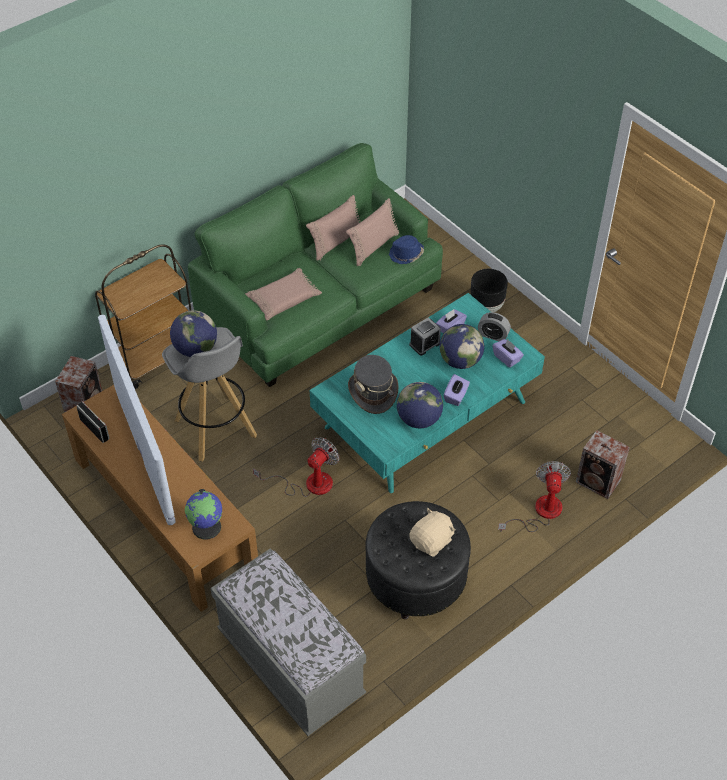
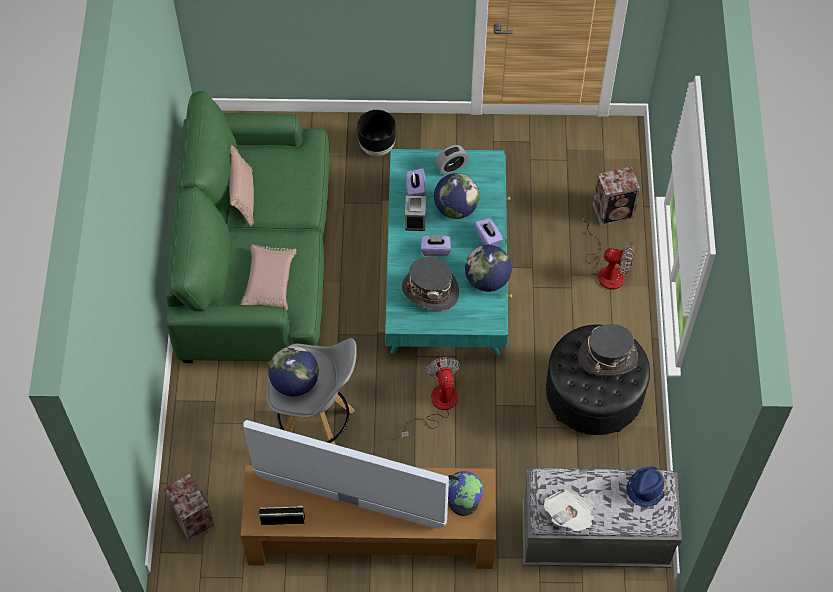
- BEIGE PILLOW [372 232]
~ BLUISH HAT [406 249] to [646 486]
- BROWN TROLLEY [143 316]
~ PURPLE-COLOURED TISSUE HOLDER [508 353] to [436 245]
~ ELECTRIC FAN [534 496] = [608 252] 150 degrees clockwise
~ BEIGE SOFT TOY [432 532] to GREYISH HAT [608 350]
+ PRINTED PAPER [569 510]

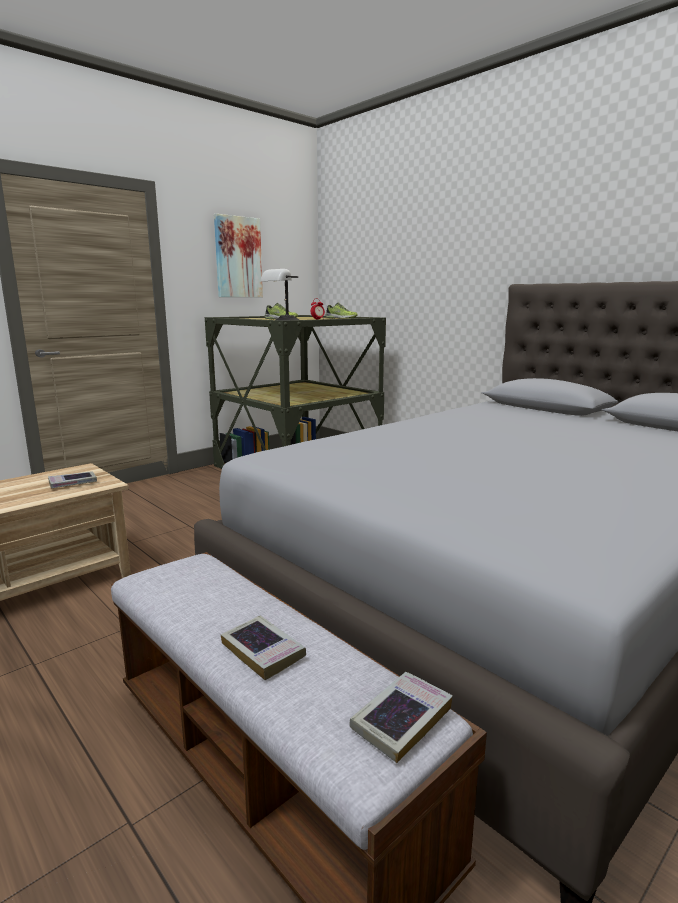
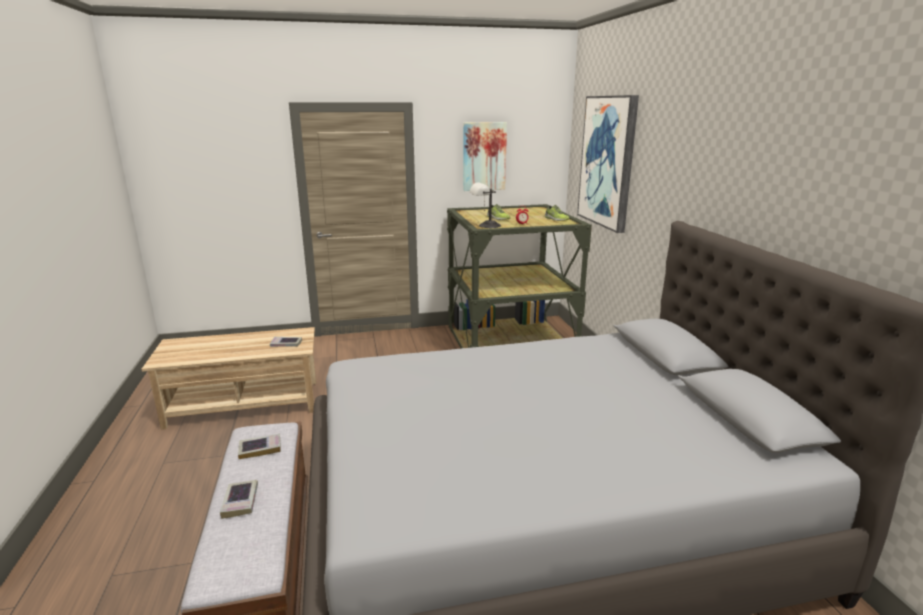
~ VOLUME [401 717] to [259 446]
+ PICTURE [608 164]

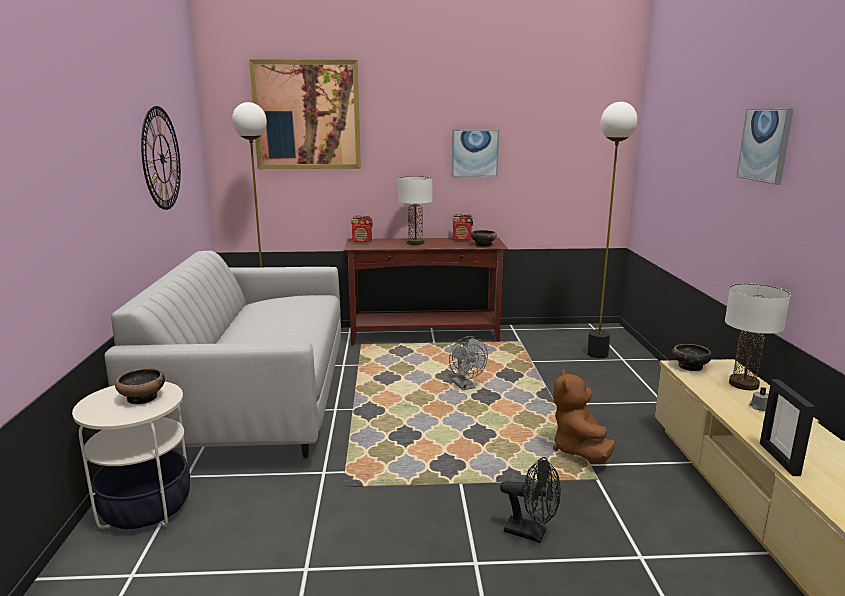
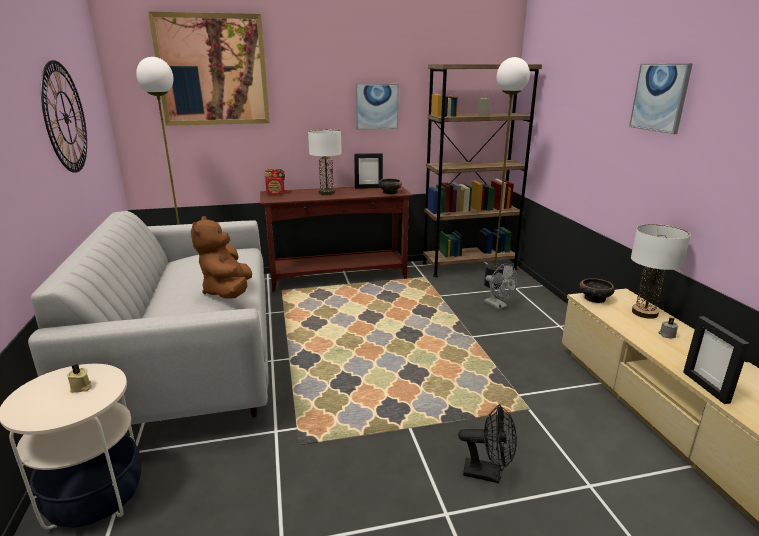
~ RADIO [462 226] to PHOTO FRAME [368 171]
~ GREYISH ELECTRIC FAN [468 363] to [501 287]
~ SERVING BOWL [140 386] to BEIGE CANDLE [79 378]
~ BROWN SOFT TOY [584 416] to [221 257]
+ BROWN SHELVING UNIT [482 170]

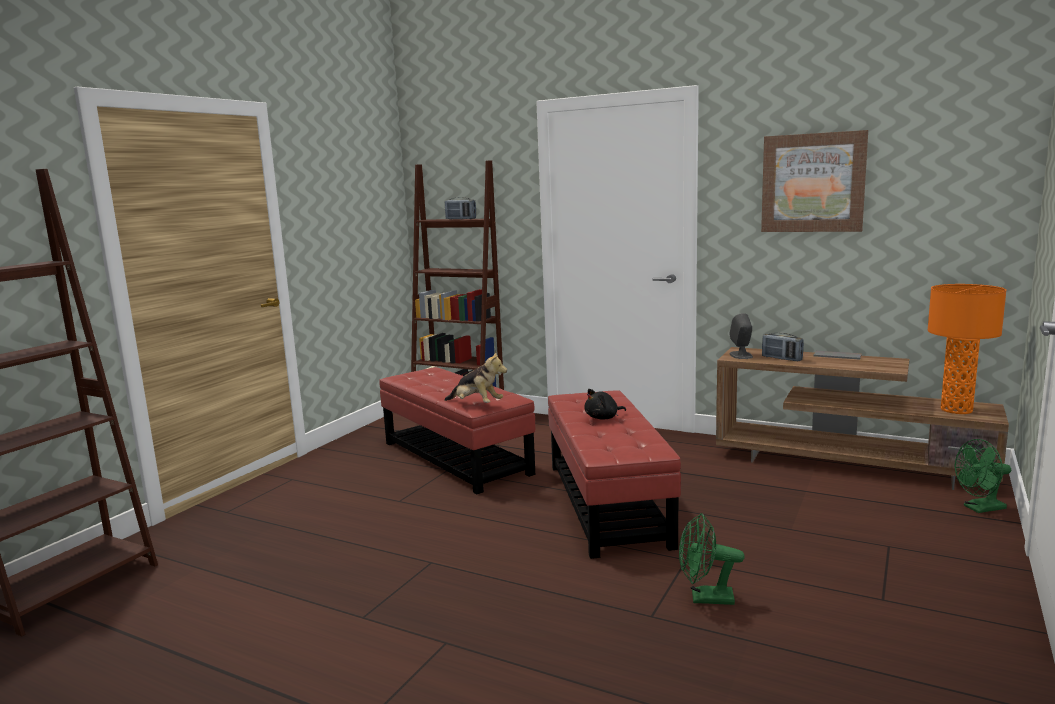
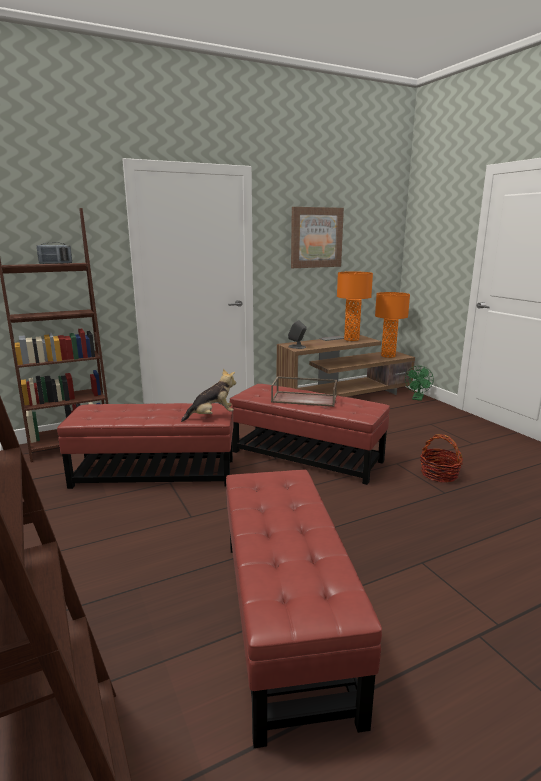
- RADIO [783 347]
~ BLACK-COLOURED SOFT TOY [605 404] to BROWN CARRYING TRAY [304 391]
~ GREEN-COLOURED ELECTRIC FAN [712 559] to HOUSEHOLD BASKET [441 458]
+ ORANGE TABLETOP LAMP [355 306]
+ RED POUFFE [304 609]

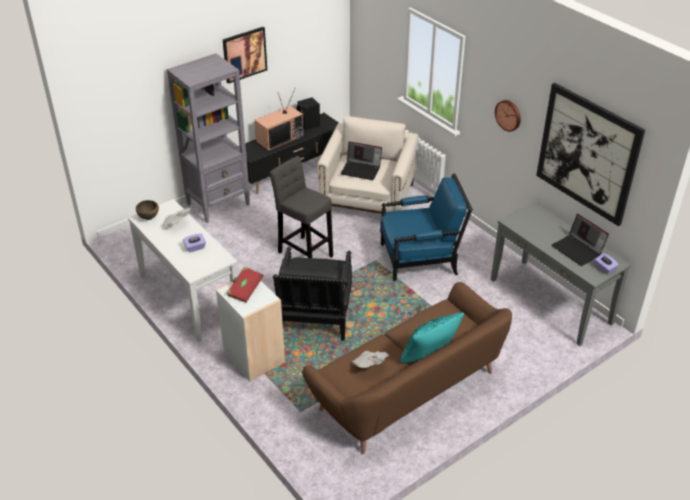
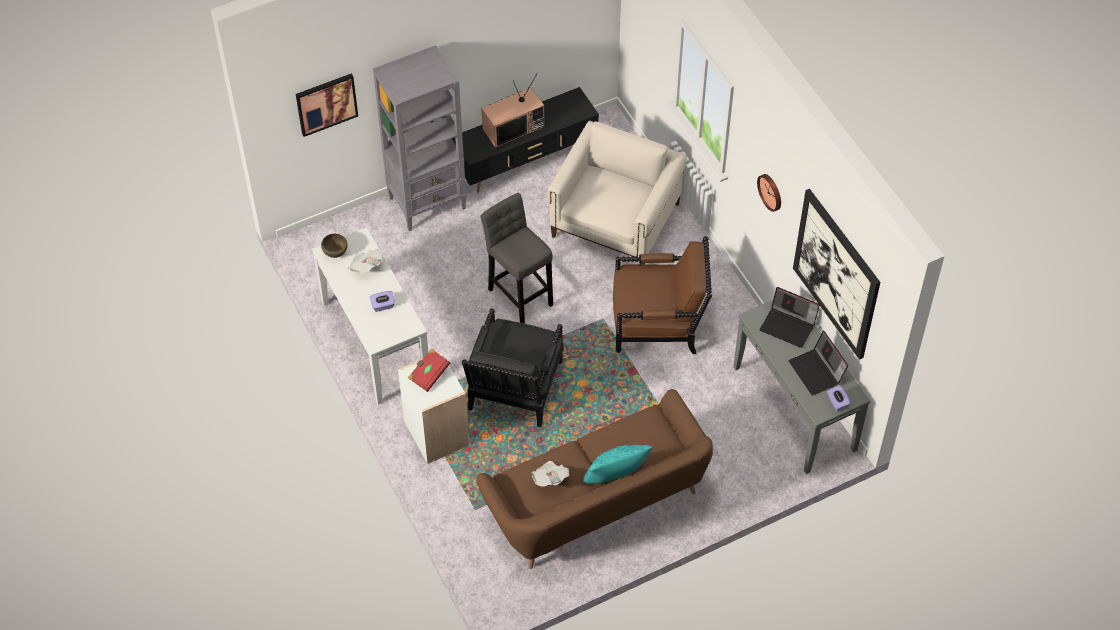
~ PICTURE [245 55] to [327 105]
- BLACK-COLOURED LOUDSPEAKER [308 113]
~ PORTABLE COMPUTER [361 161] to [790 317]
~ BLUISH ARMCHAIR [426 227] to BROWN ARMCHAIR [662 295]

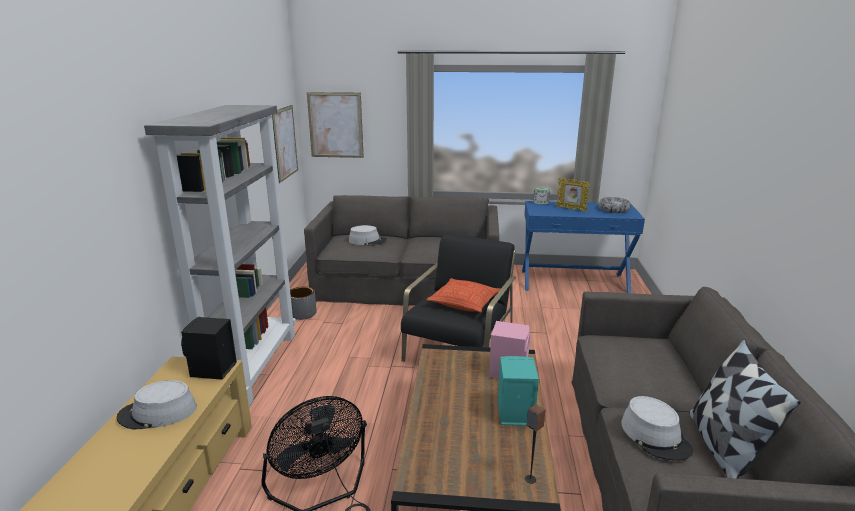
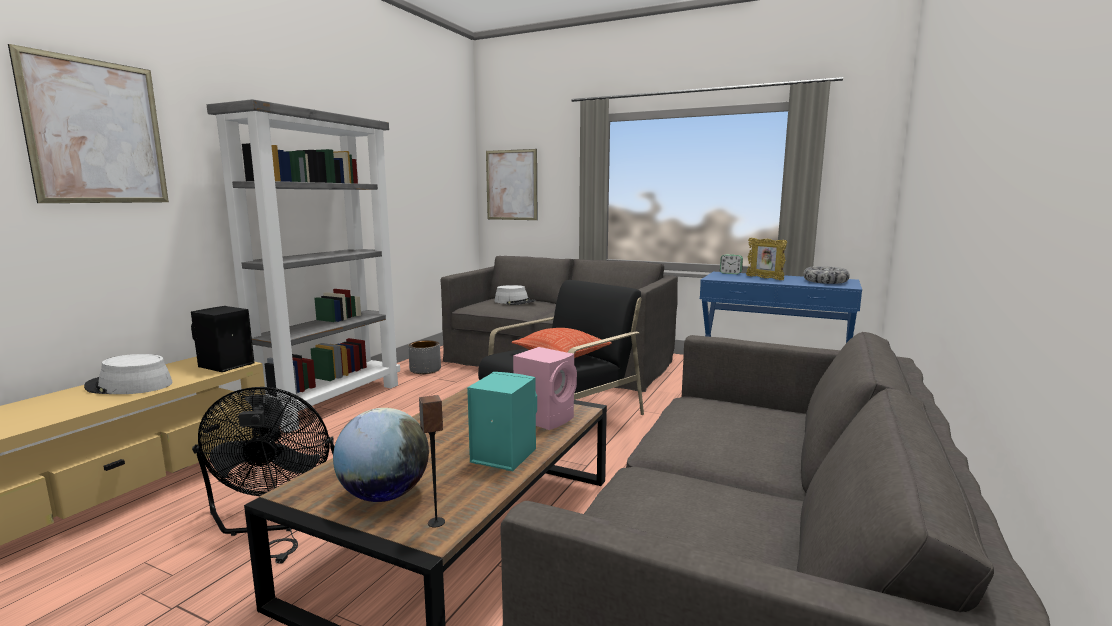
~ PICTURE [285 144] to [88 123]
- PILLOW [745 409]
- GREYISH HAT [657 428]
+ WORLD GLOBE [381 455]

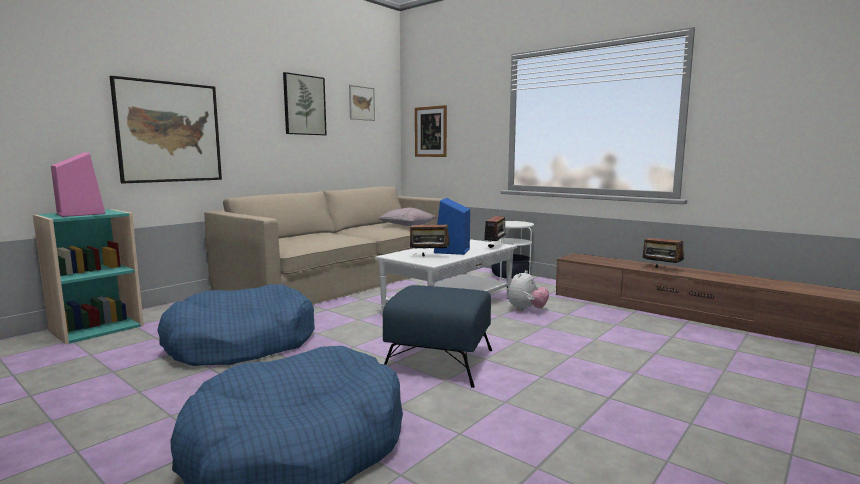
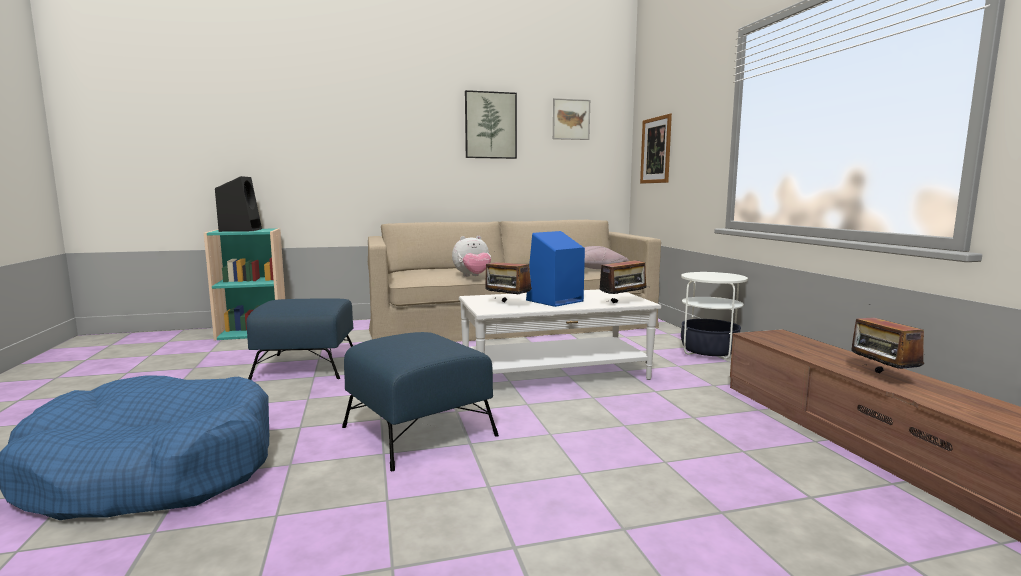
- PICTURE [166 129]
~ PINK LOUDSPEAKER [78 185] to BLACK-COLOURED LOUDSPEAKER [238 204]
~ SOFT TOY [528 290] to [471 256]
~ BLUISH PET BED [236 325] to BLUISH POUFFE [299 339]

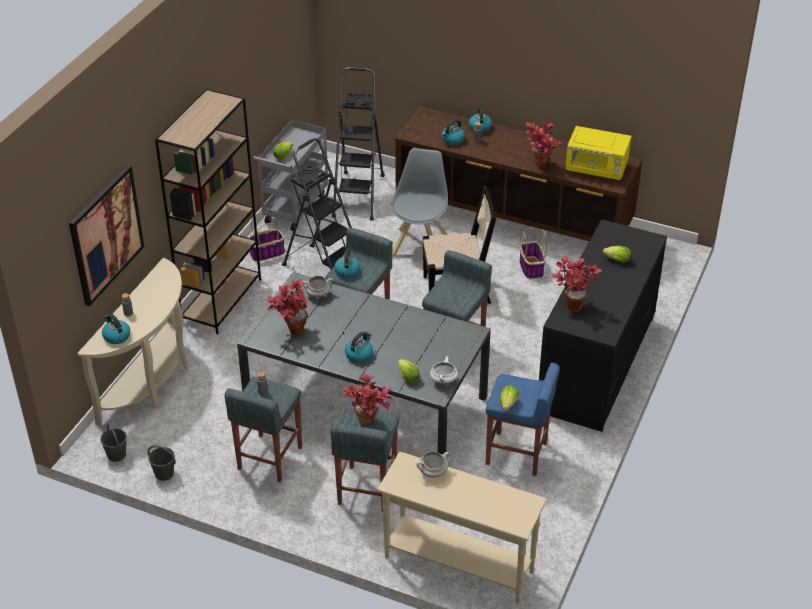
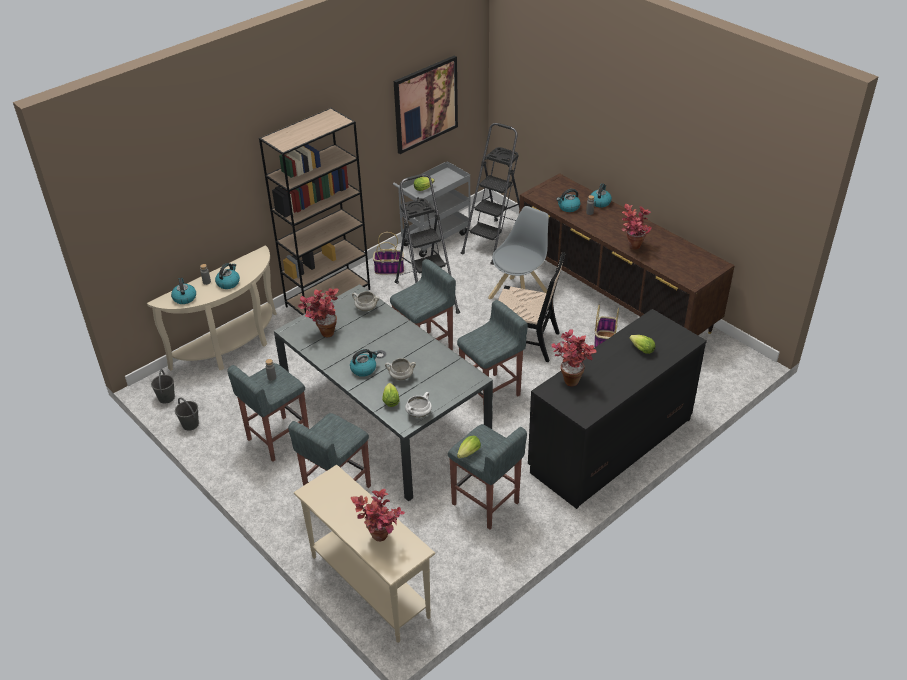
- YELLOW KITCHEN MICROWAVE [598 153]
~ PICTURE [106 235] to [426 105]
~ KETTLE [347 264] to [227 276]
~ BLUISH SITTING STOOL [522 419] to GREYISH SITTING STOOL [487 477]
~ HOUSEPLANT [367 400] to [378 514]
~ WHITE-COLOURED STOCKPOT [432 464] to [400 369]

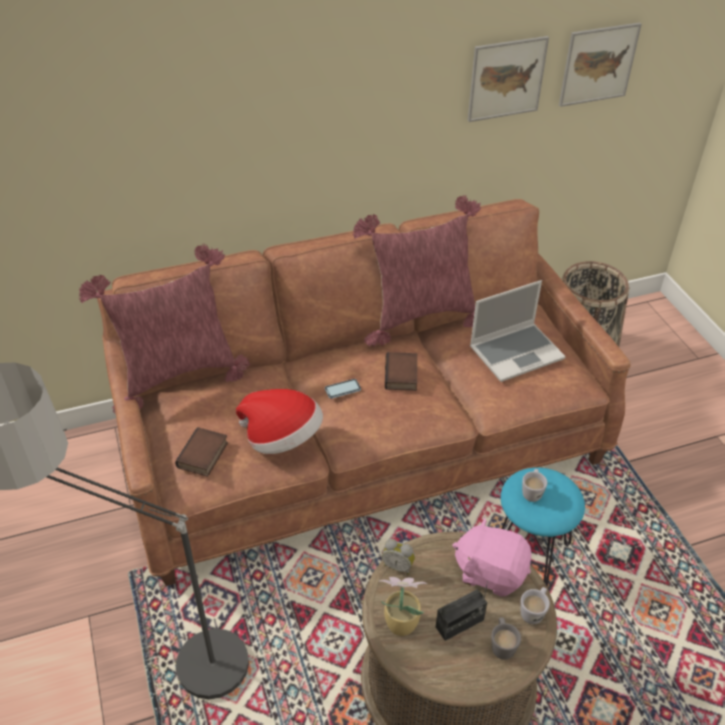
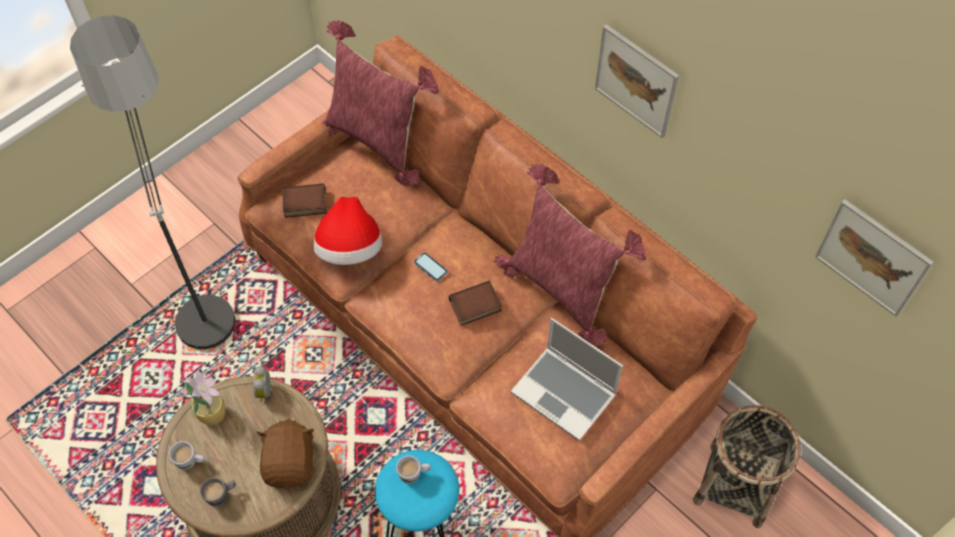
~ PICTURE [508 79] to [637 81]
~ PINK SOFT TOY [492 557] to BROWN SOFT TOY [285 454]
- RADIO [462 610]
~ WHITE-COLOURED MUG [535 605] to [187 455]

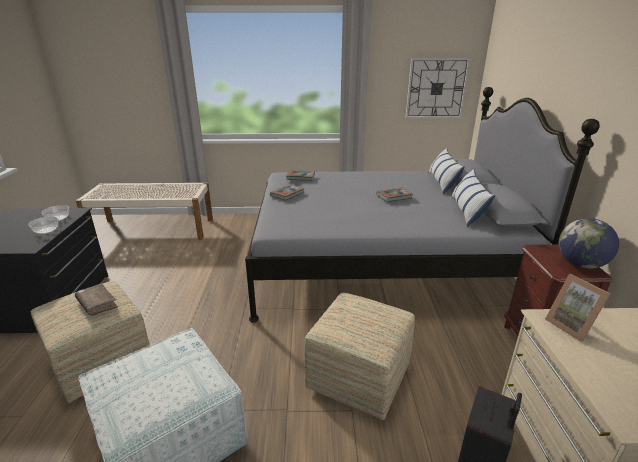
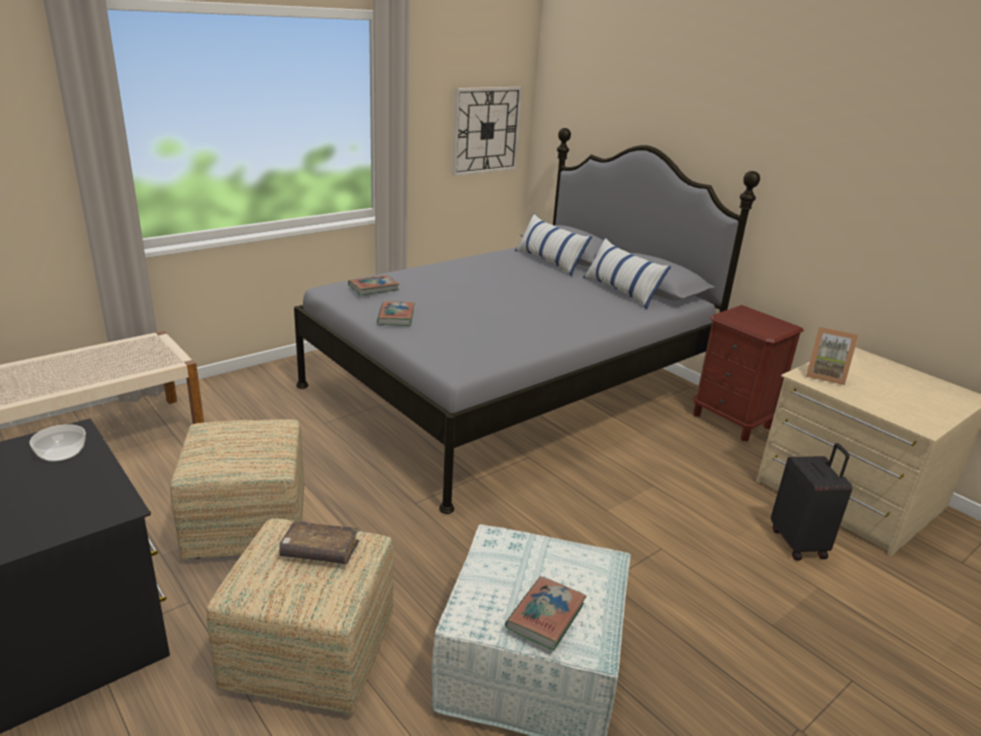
~ VOLUME [394 195] to [546 613]
- SERVING BOWL [43 225]
- WORLD GLOBE [589 243]
~ POUFFE [359 356] to [237 489]

